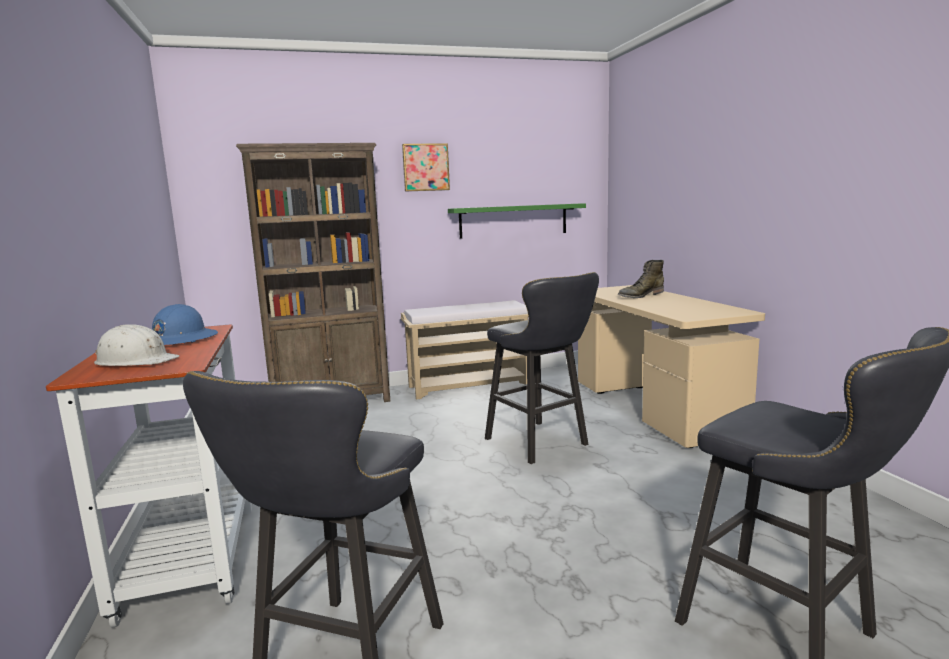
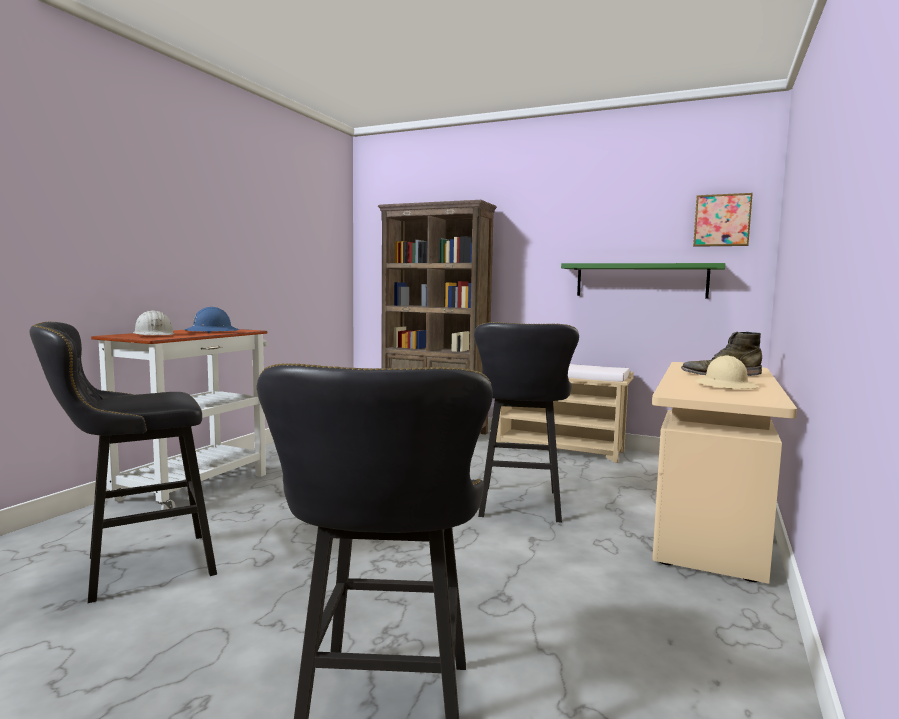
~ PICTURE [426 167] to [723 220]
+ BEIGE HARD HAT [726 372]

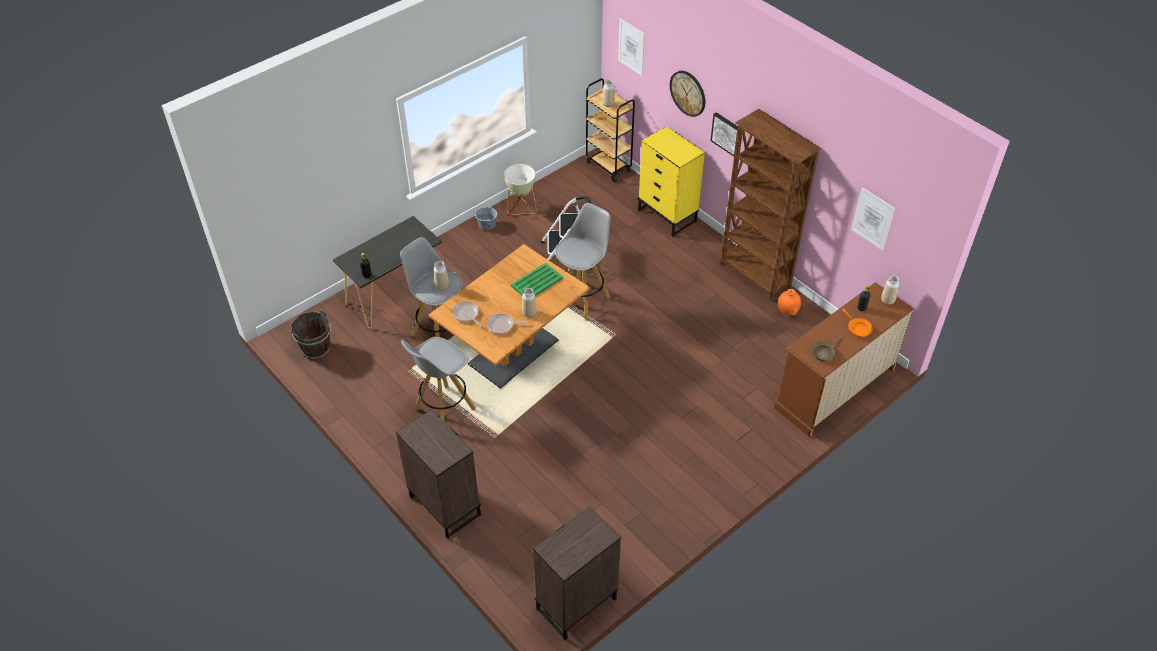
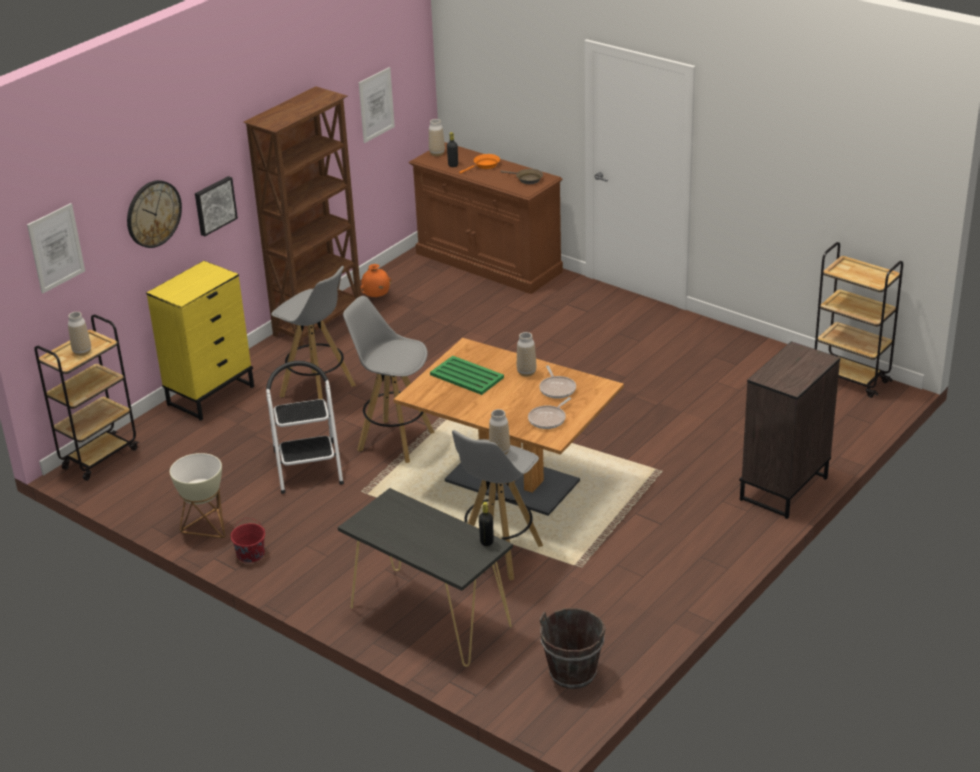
~ GREYISH WATER BUCKET [486 218] to RED WATER BUCKET [248 540]
~ GREYISH SITTING STOOL [438 379] to [313 332]
~ BROWN DRAWER CHEST [577 573] to BROWN TROLLEY [859 320]

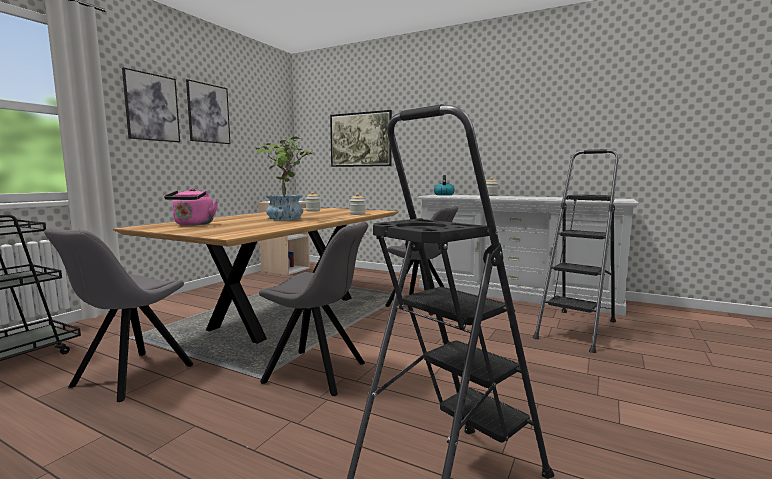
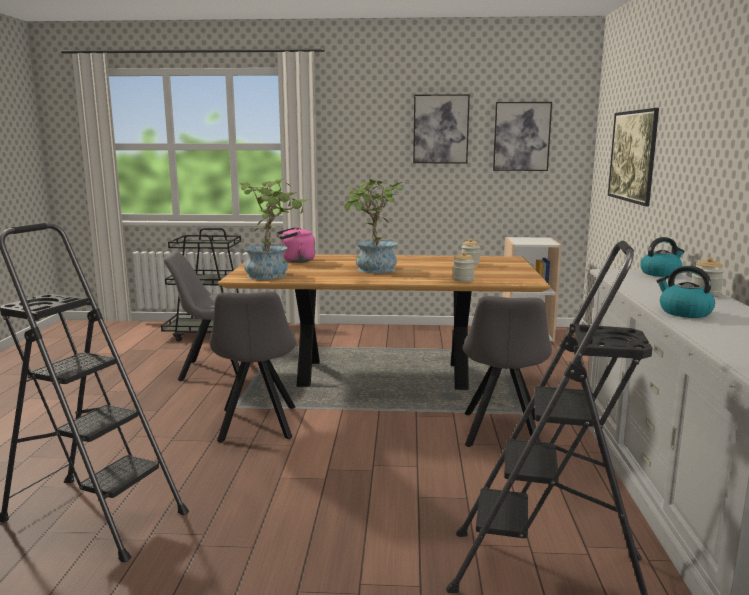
~ PICTURE [151 104] to [522 136]
+ HOUSEPLANT [274 229]
+ KETTLE [685 292]

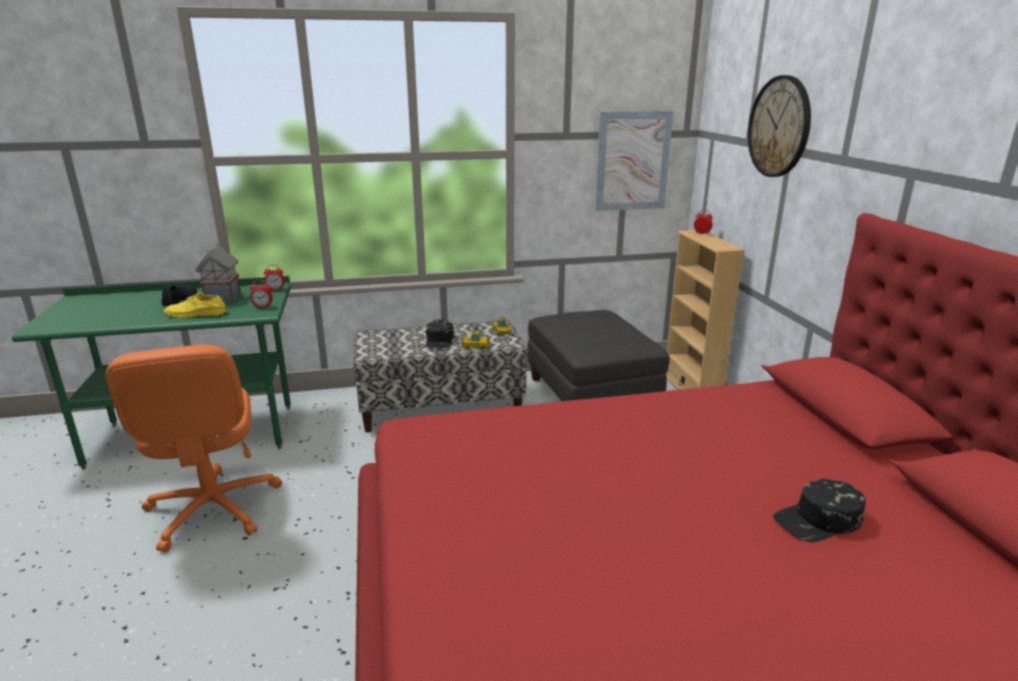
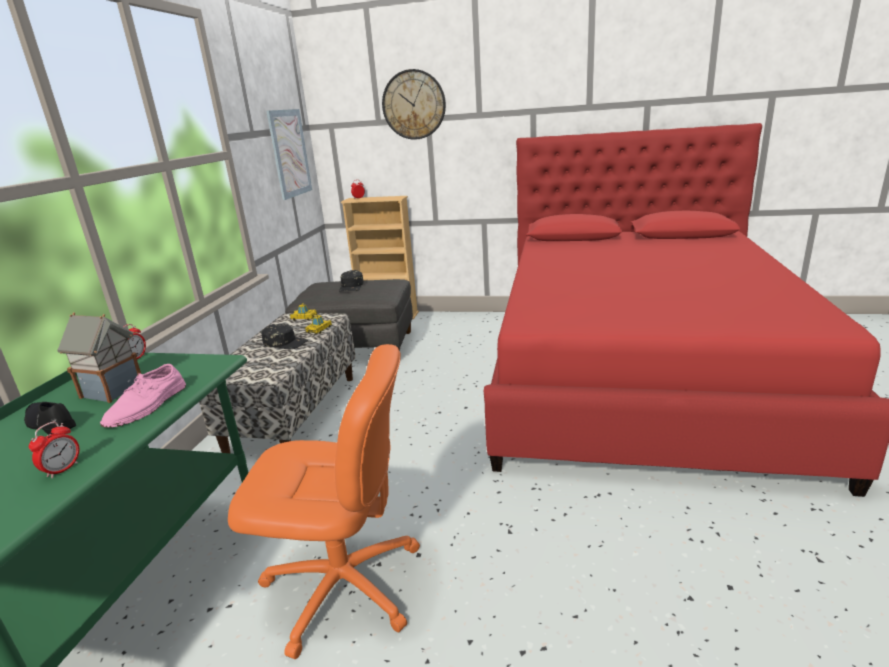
~ ALARM CLOCK [261 294] to [54 450]
~ YELLOW ITEM OF FOOTWEAR [195 305] to PINK ITEM OF FOOTWEAR [143 396]
~ BLACK-COLOURED PEAKED CAP [819 510] to [351 281]

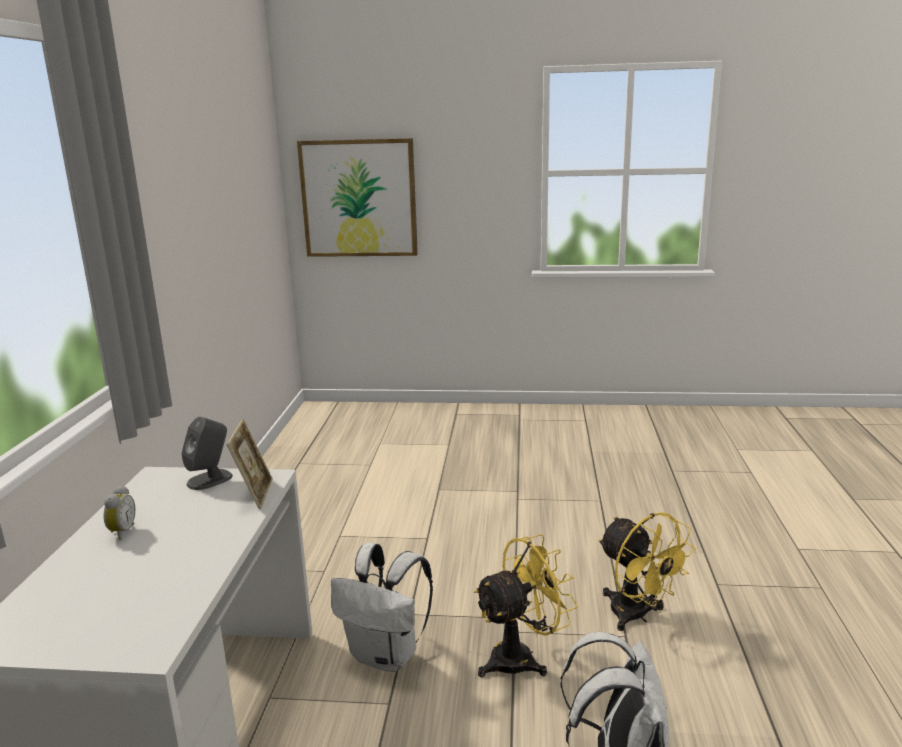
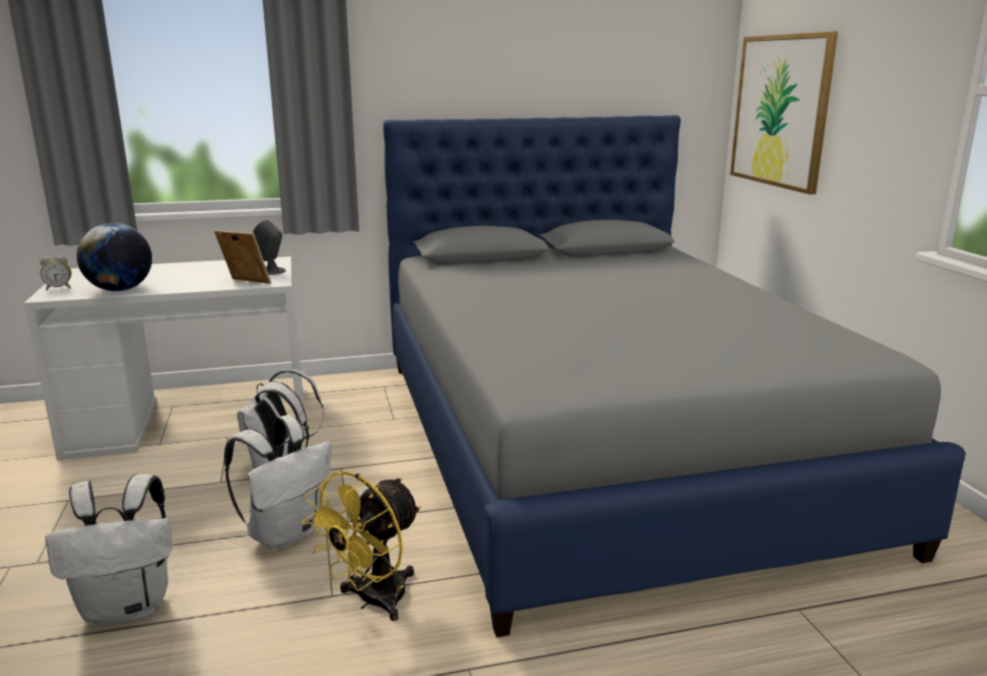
~ PHOTO FRAME [250 464] = [242 257] 135 degrees counterclockwise
~ ALARM CLOCK [119 512] to [56 273]
~ YELLOW ELECTRIC FAN [526 605] to WHITE-COLOURED RUCKSACK [277 482]
+ GREYISH BEDROOM BED [674 376]
+ WORLD GLOBE [114 257]

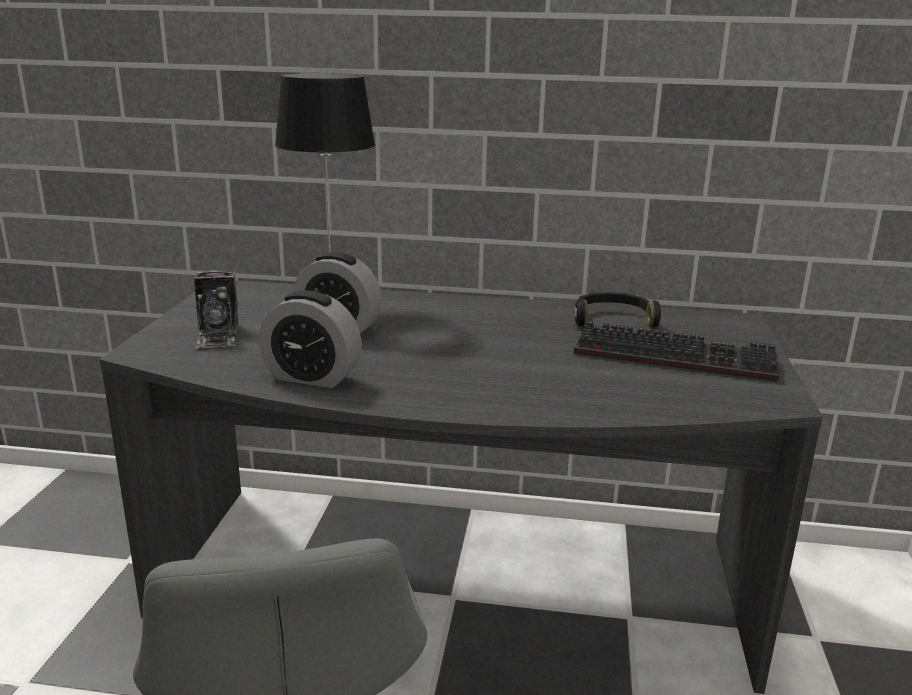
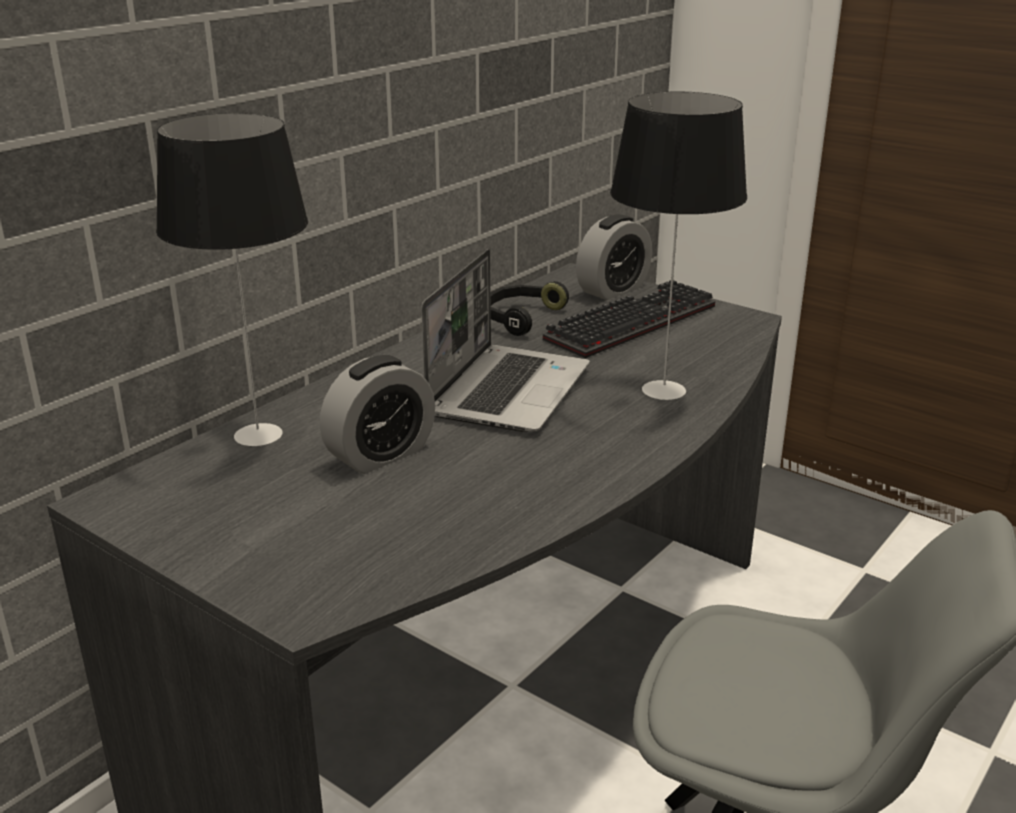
- STILL CAMERA [216 309]
~ ALARM CLOCK [310 339] to [614 257]
+ TABLETOP LAMP [678 246]
+ PORTABLE COMPUTER [505 340]

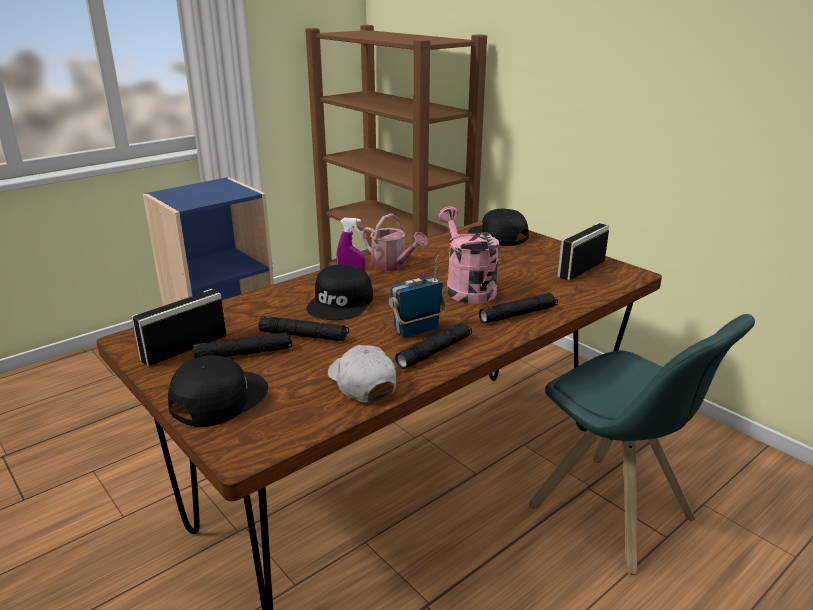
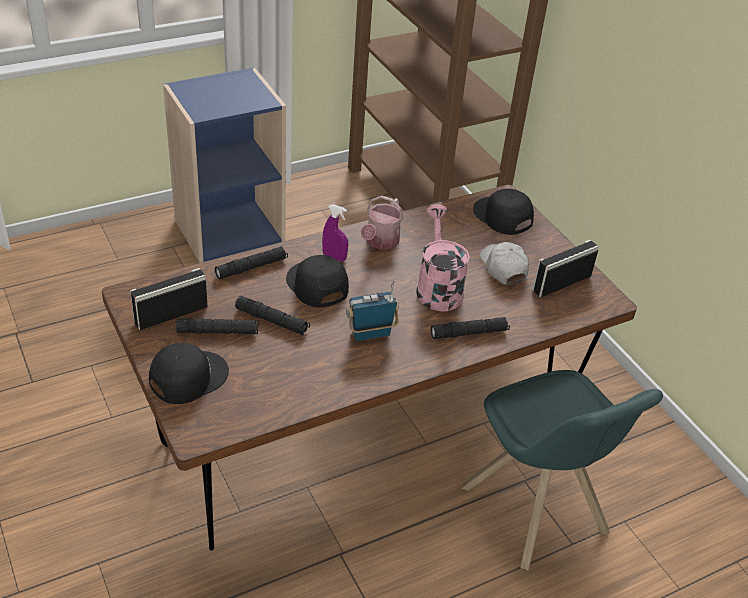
~ SPRINKLING CAN [395 242] = [382 222] 60 degrees clockwise
~ BLACK-COLOURED PEAKED CAP [339 292] = [317 281] 120 degrees clockwise
~ BLACK-COLOURED HAND TORCH [433 345] to [251 262]
~ WHITE-COLOURED PEAKED CAP [362 374] to [504 263]

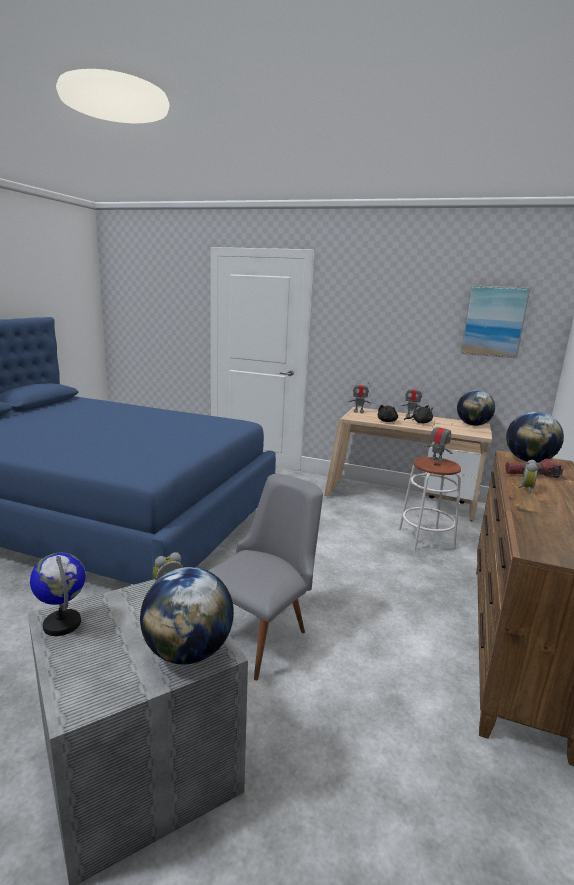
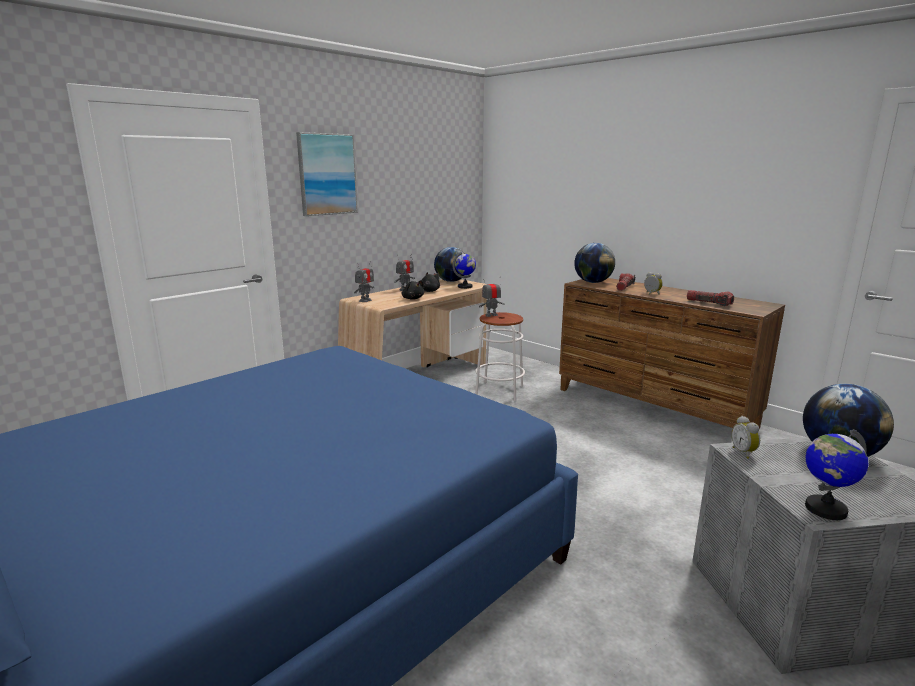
~ PICTURE [495 321] to [327 174]
- GREYISH UPRIGHT CHAIR [265 577]
+ WORLD GLOBE [464 270]
+ HAND TORCH [710 298]

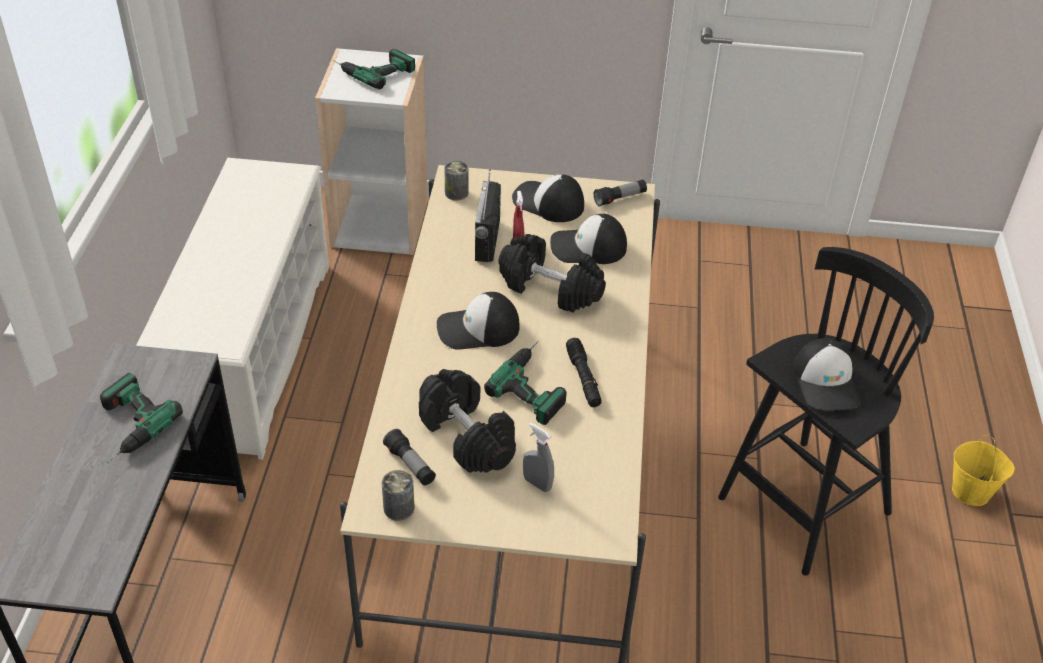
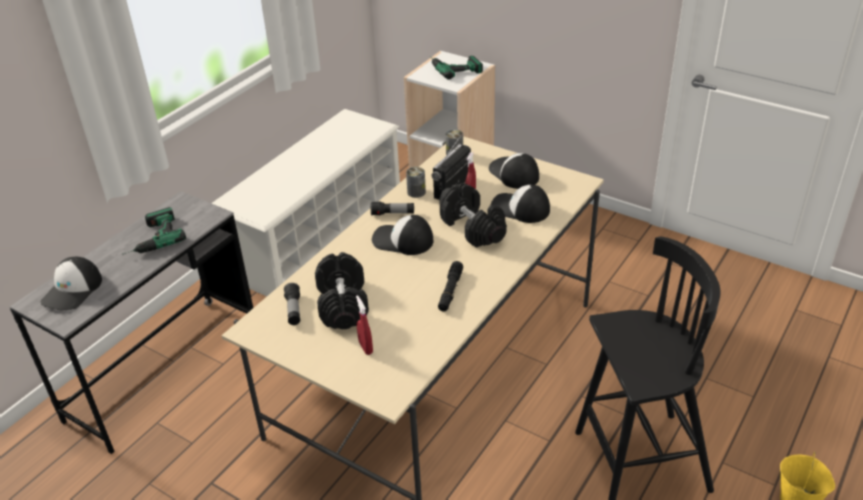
~ HAND TORCH [620 193] to [392 208]
~ PEAKED CAP [827 374] to [71 284]
- POWER DRILL [525 383]
~ GREYISH SPRAYER [538 457] to RED SPRAYER [364 325]
~ METAL CAN [398 495] to [416 182]

